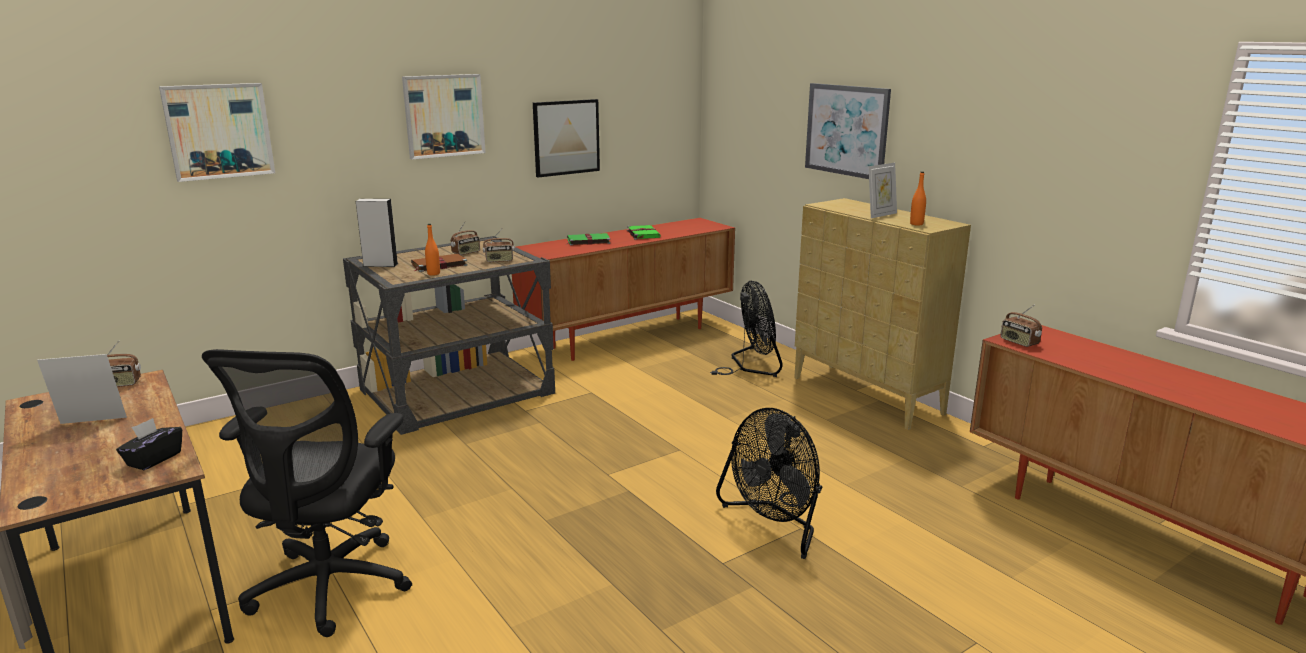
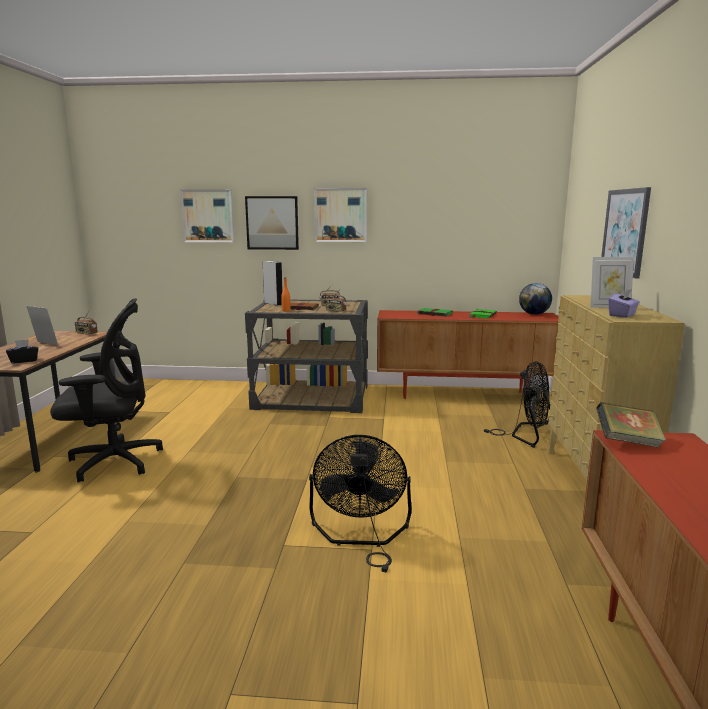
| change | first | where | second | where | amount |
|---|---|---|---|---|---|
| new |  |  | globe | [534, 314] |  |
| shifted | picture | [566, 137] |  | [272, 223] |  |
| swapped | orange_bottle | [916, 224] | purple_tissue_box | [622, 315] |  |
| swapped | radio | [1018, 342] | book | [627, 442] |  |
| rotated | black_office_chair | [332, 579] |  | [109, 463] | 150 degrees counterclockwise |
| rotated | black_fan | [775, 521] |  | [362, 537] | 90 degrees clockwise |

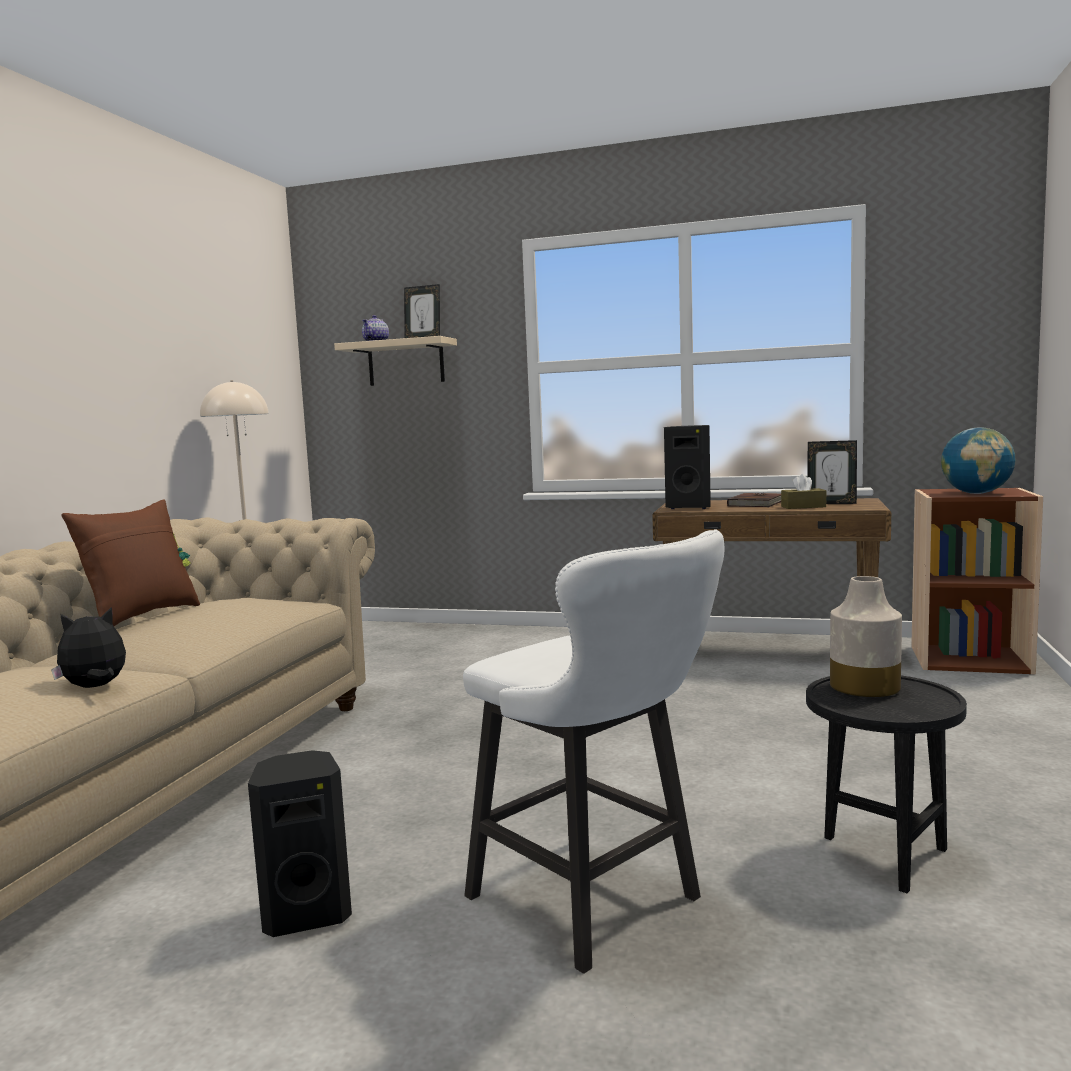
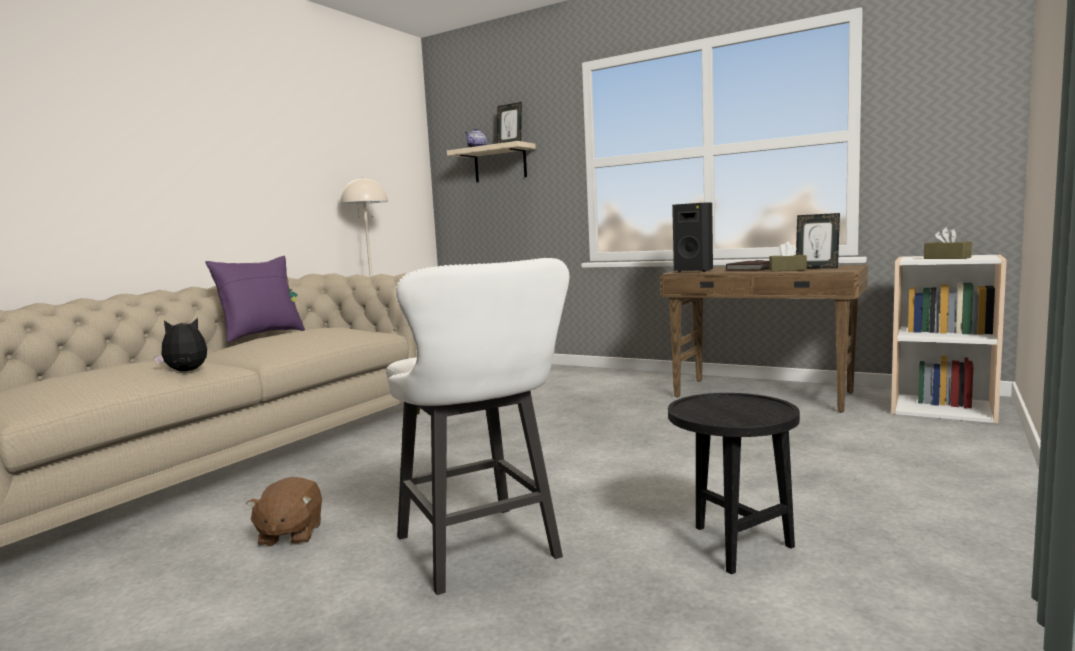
| change | first | where | second | where | amount |
|---|---|---|---|---|---|
| gone | beige_vase | [865, 686] |  |  |  |
| swapped | black_speaker | [307, 913] | brown_plush_toy | [290, 535] |  |
| swapped | globe | [976, 493] | brown_tissue_box | [947, 258] |  |
| repainted | brown_pillow | [141, 617] | purple_pillow | [261, 335] |  |
| repainted | brown_bookcase | [971, 659] | white_bookcase | [944, 408] |  |

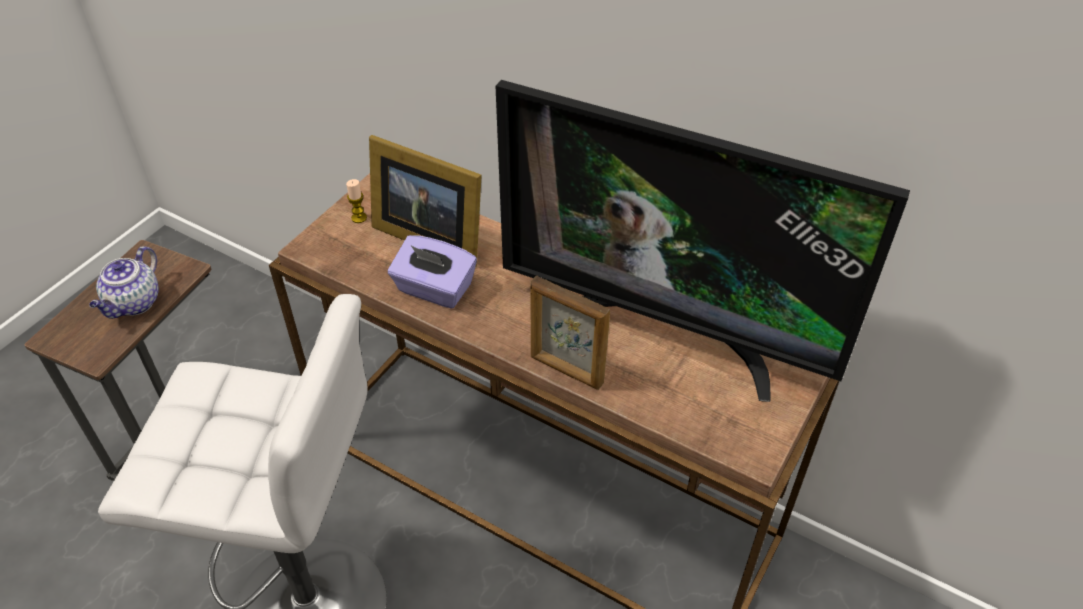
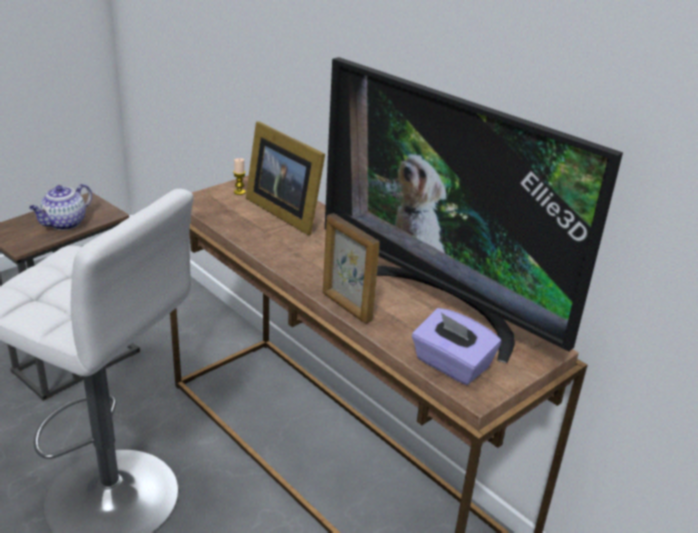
| change | first | where | second | where | amount |
|---|---|---|---|---|---|
| shifted | purple_tissue_box | [434, 289] |  | [451, 365] |  |

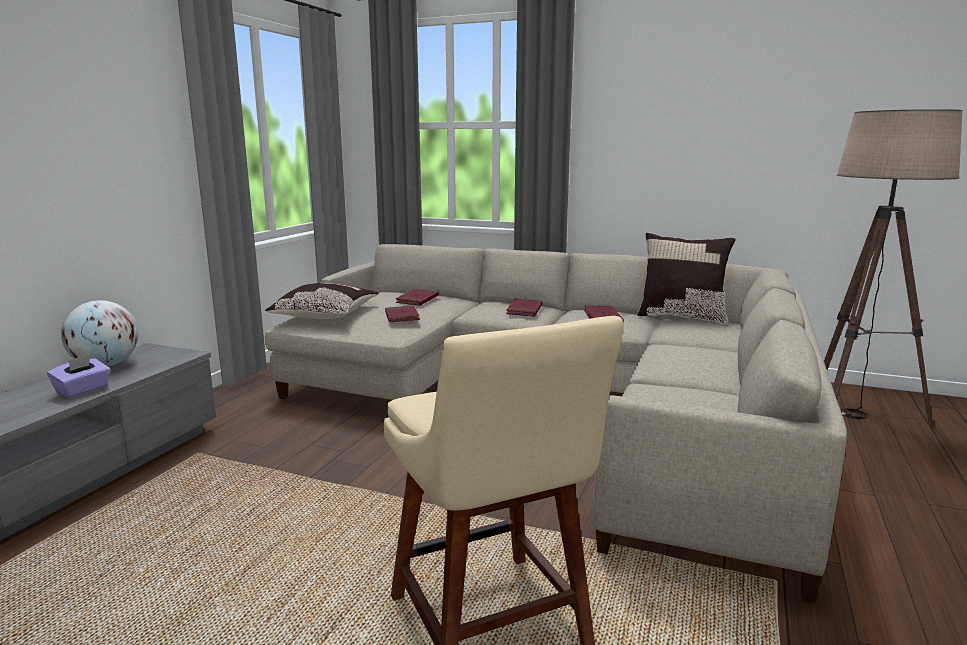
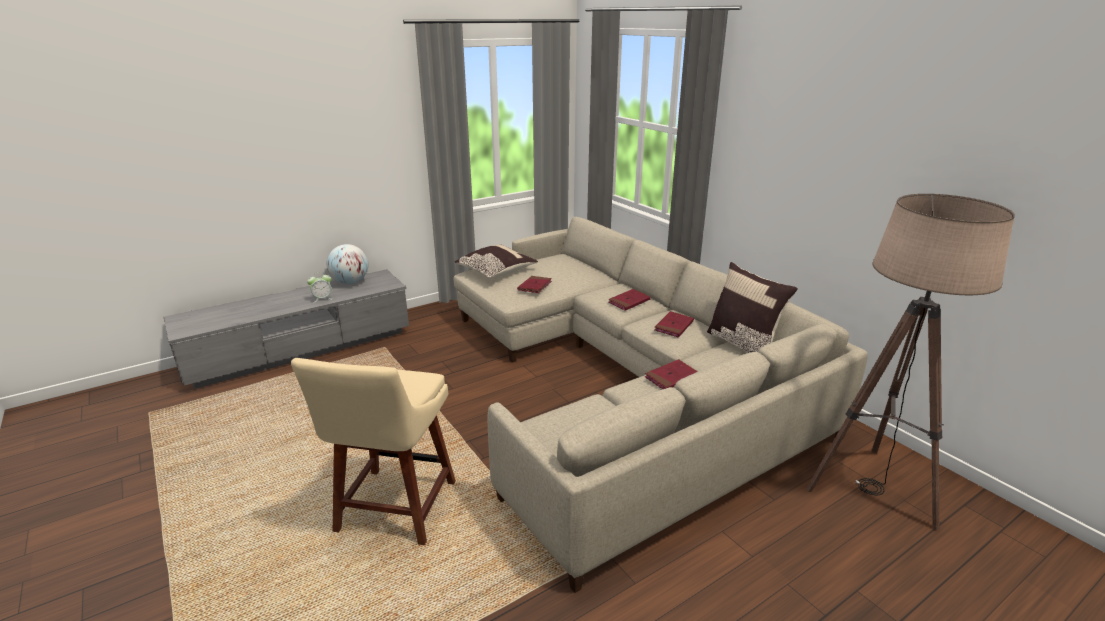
| change | first | where | second | where | amount |
|---|---|---|---|---|---|
| shifted | red_book | [417, 300] |  | [671, 377] |  |
| swapped | purple_tissue_box | [83, 390] | alarm_clock | [322, 298] |  |

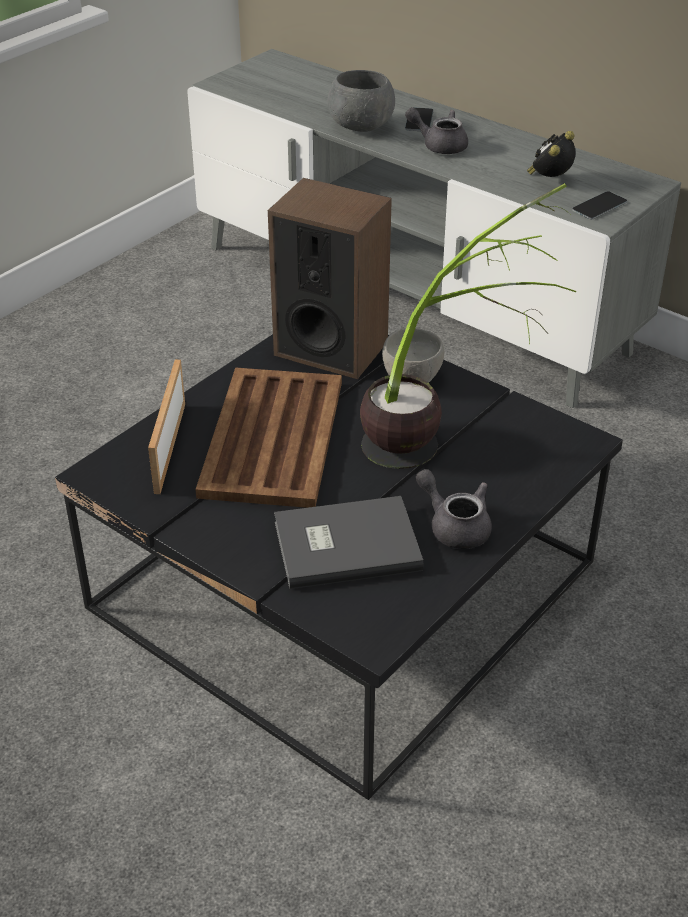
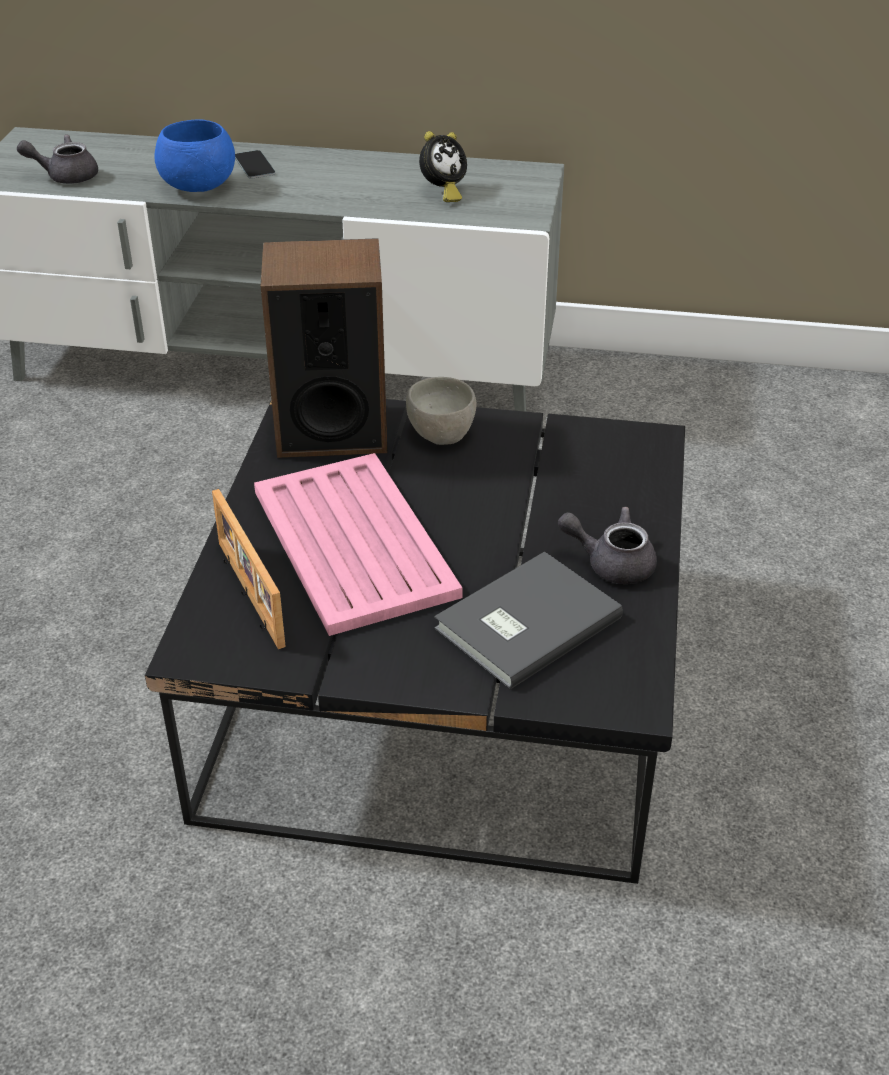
| change | first | where | second | where | amount |
|---|---|---|---|---|---|
| gone | potted_plant | [445, 438] |  |  |  |
| gone | phone | [599, 206] |  |  |  |
| shifted | grey_teapot | [439, 145] |  | [65, 176] |  |
| repainted | brown_tray | [274, 436] | pink_tray | [353, 541] |  |
| repainted | grey_bowl | [361, 128] | blue_bowl | [199, 188] |  |
| rotated | alarm_clock | [549, 180] |  | [442, 193] | 135 degrees counterclockwise |

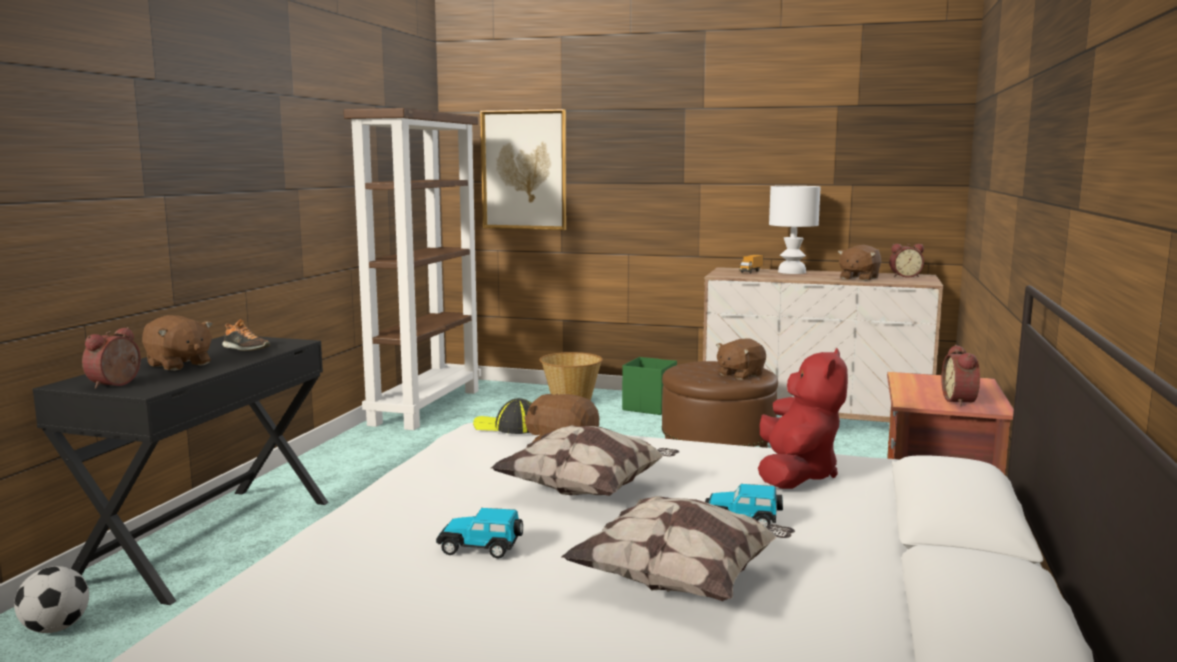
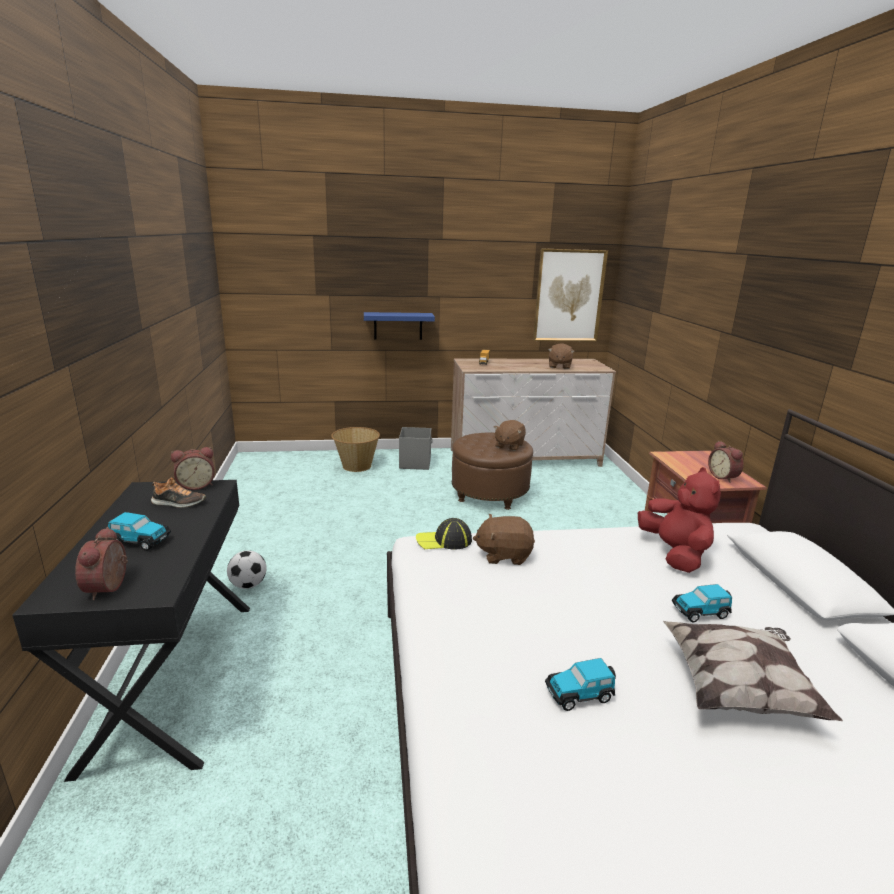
| change | first | where | second | where | amount |
|---|---|---|---|---|---|
| gone | brown_bookcase | [425, 406] |  |  |  |
| gone | pillow | [588, 490] |  |  |  |
| gone | white_table_lamp | [791, 272] |  |  |  |
| new |  |  | blue_shelf | [398, 326] |  |
| shifted | football | [55, 628] |  | [248, 585] |  |
| shifted | picture | [524, 170] |  | [569, 296] |  |
| shifted | alarm_clock | [904, 276] |  | [196, 485] |  |
| swapped | brown_plush_toy | [178, 365] | toy_car | [139, 541] |  |
| repainted | green_storage_box | [650, 407] | grey_storage_box | [415, 463] |  |

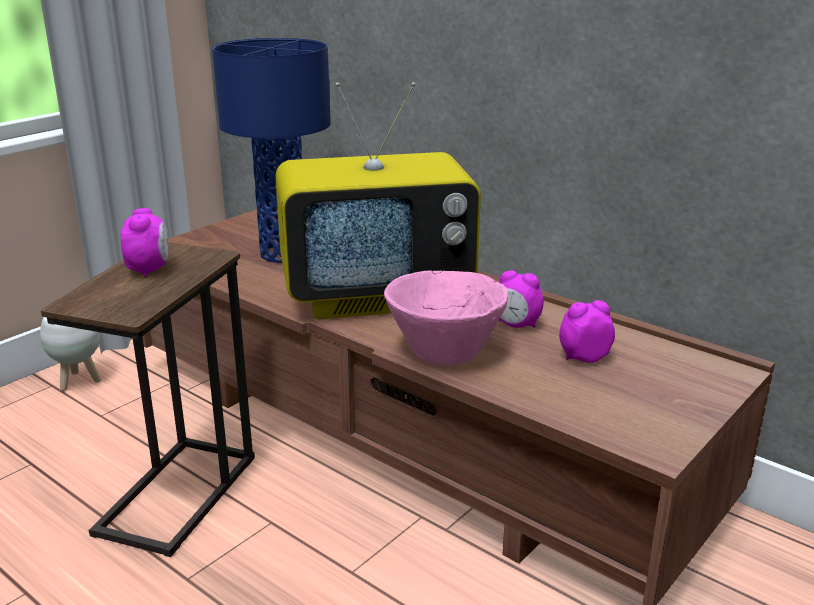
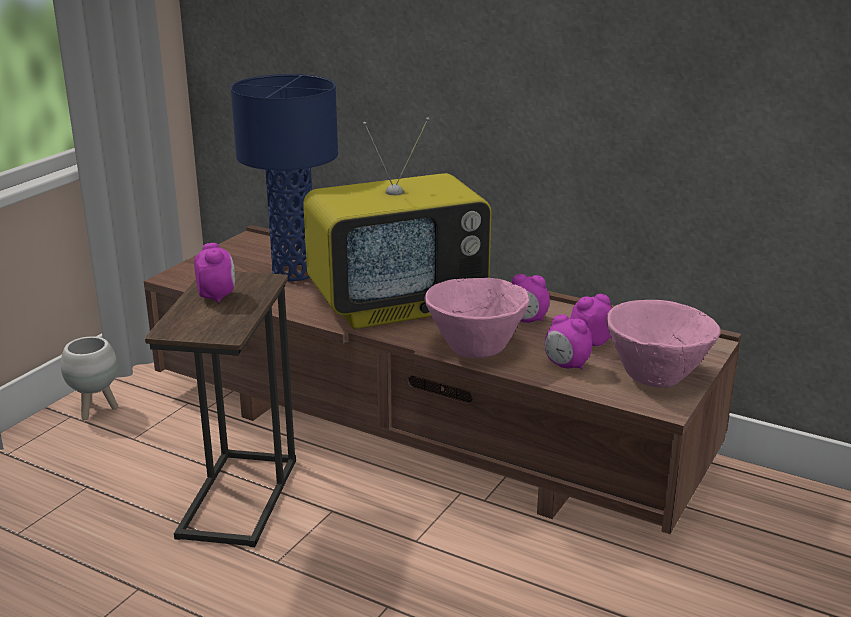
| change | first | where | second | where | amount |
|---|---|---|---|---|---|
| new |  |  | alarm_clock | [566, 365] |  |
| new |  |  | pink_bowl | [657, 377] |  |

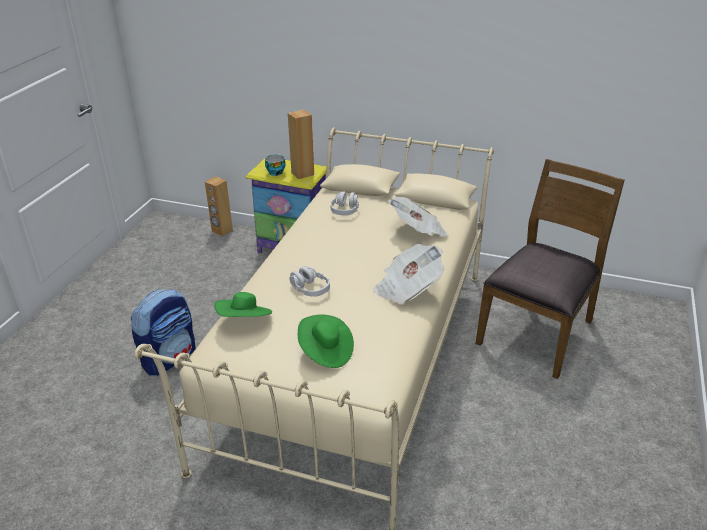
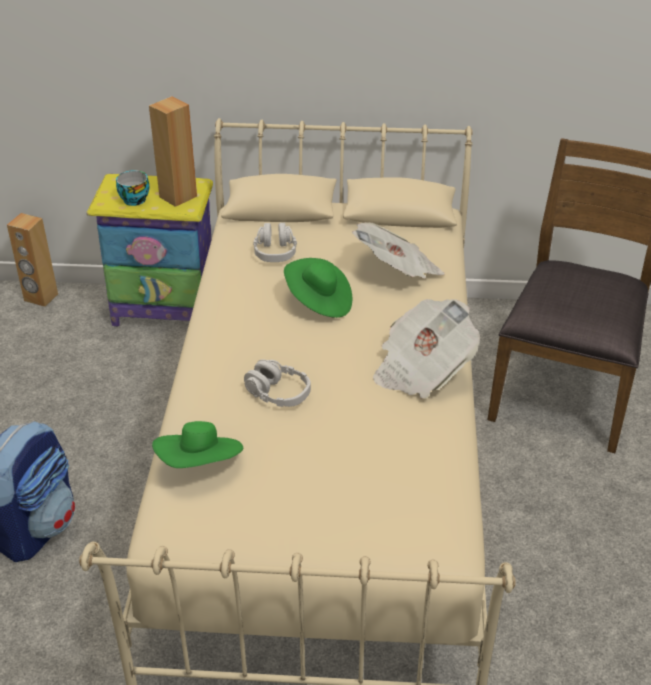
| change | first | where | second | where | amount |
|---|---|---|---|---|---|
| shifted | green_hat | [325, 352] |  | [319, 302] |  |

